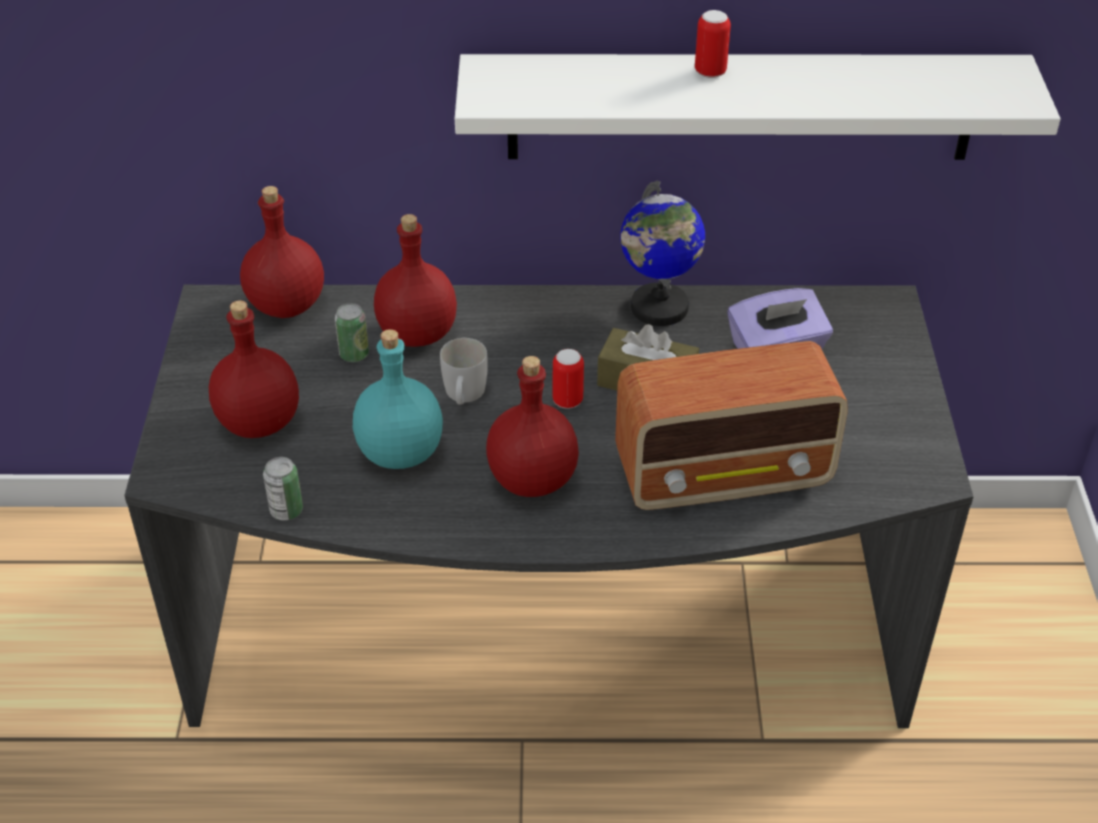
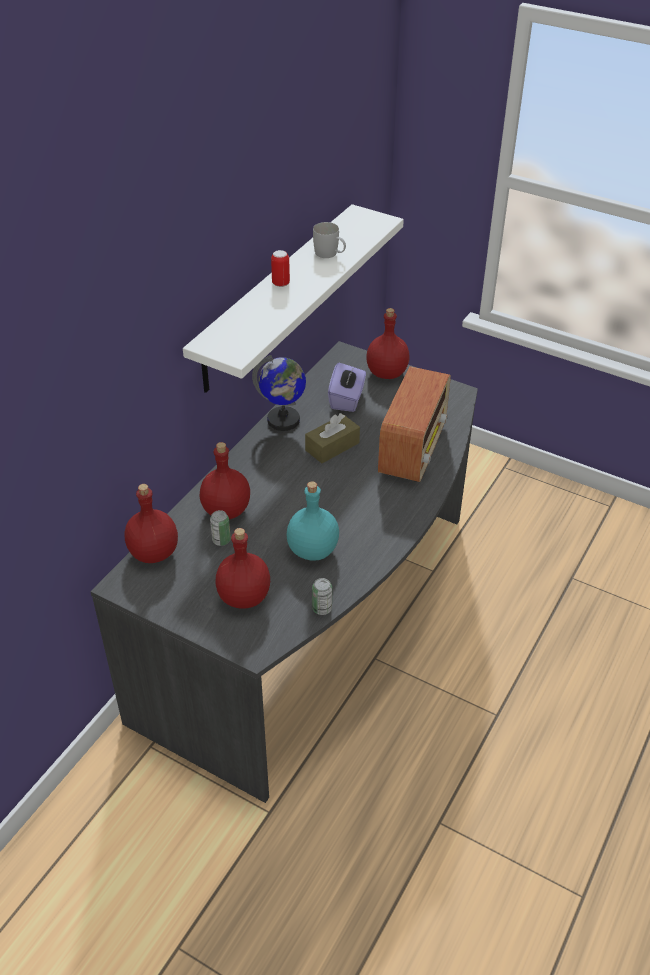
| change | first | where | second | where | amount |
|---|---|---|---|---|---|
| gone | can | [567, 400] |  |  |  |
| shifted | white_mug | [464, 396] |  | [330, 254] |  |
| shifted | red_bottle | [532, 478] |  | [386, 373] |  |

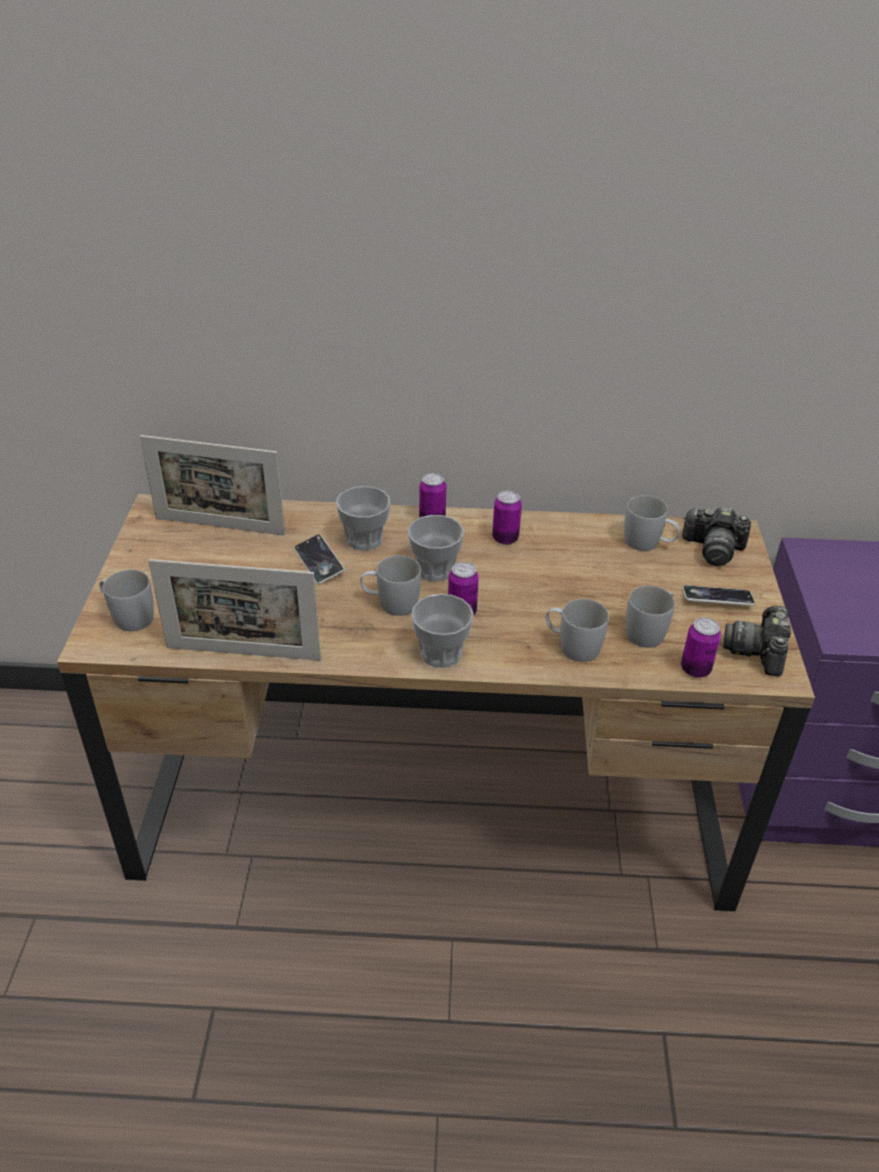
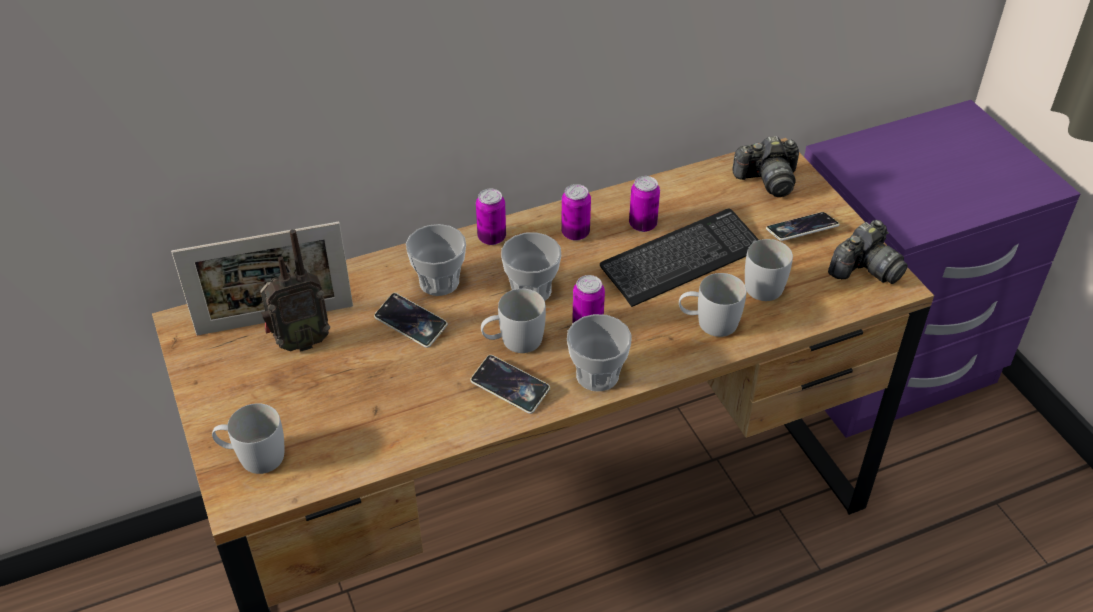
| change | first | where | second | where | amount |
|---|---|---|---|---|---|
| gone | picture_frame | [243, 653] |  |  |  |
| gone | white_mug | [648, 543] |  |  |  |
| new |  |  | radio | [299, 342] |  |
| new |  |  | phone | [510, 387] |  |
| new |  |  | keyboard | [681, 260] |  |
| shifted | can | [695, 669] |  | [642, 225] |  |
| rotated | photo_camera | [758, 651] |  | [865, 269] | 120 degrees counterclockwise |

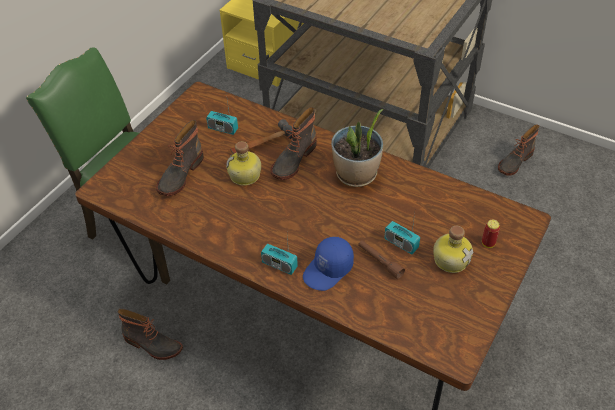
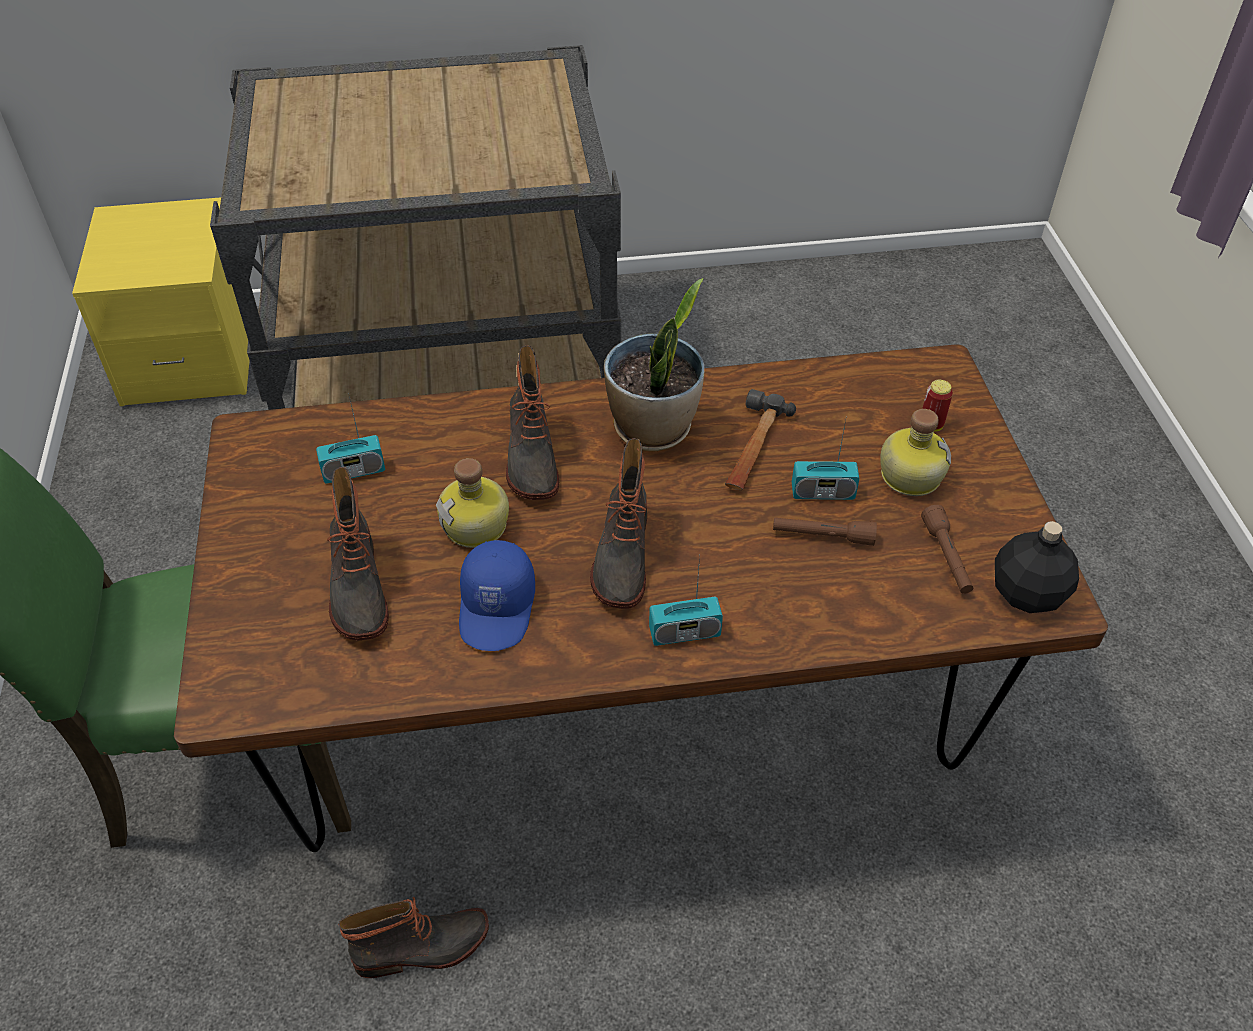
| change | first | where | second | where | amount |
|---|---|---|---|---|---|
| new |  |  | brown_flashlight | [946, 557] |  |
| new |  |  | black_bottle | [1027, 595] |  |
| shifted | hammer | [262, 143] |  | [752, 447] |  |
| shifted | blue_cap | [328, 270] |  | [498, 608] |  |
| shifted | boot | [514, 162] |  | [621, 557] |  |

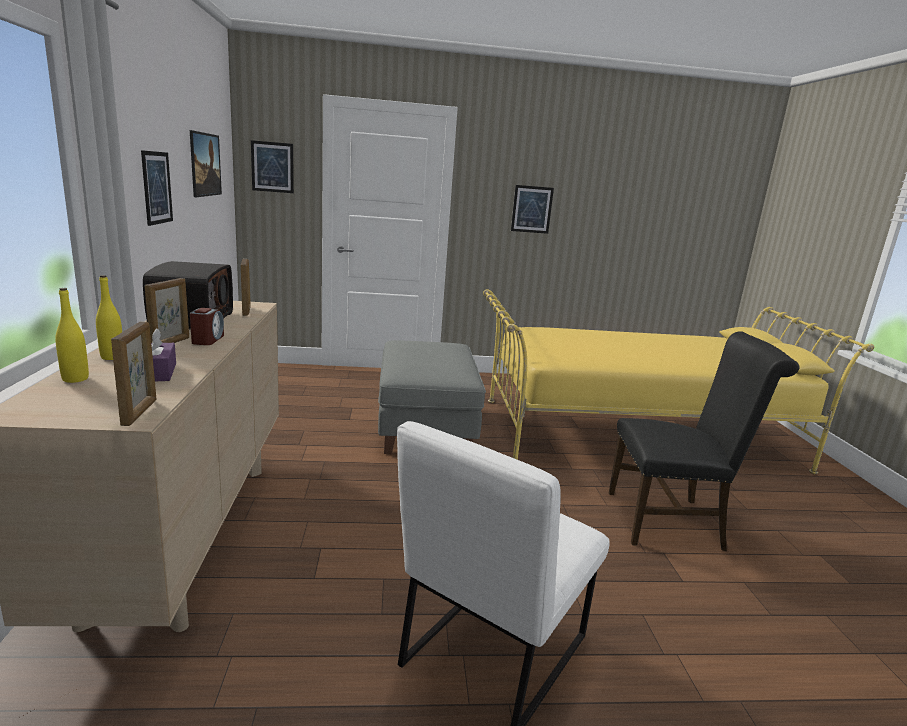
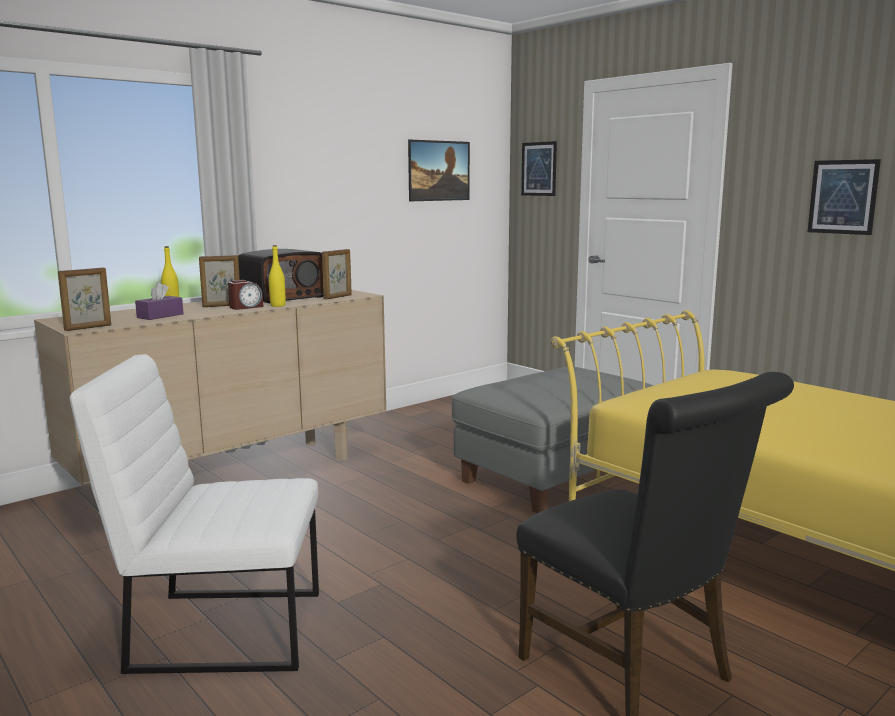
| change | first | where | second | where | amount |
|---|---|---|---|---|---|
| gone | picture | [157, 187] |  |  |  |
| shifted | yellow_bottle | [75, 379] |  | [278, 305] |  |

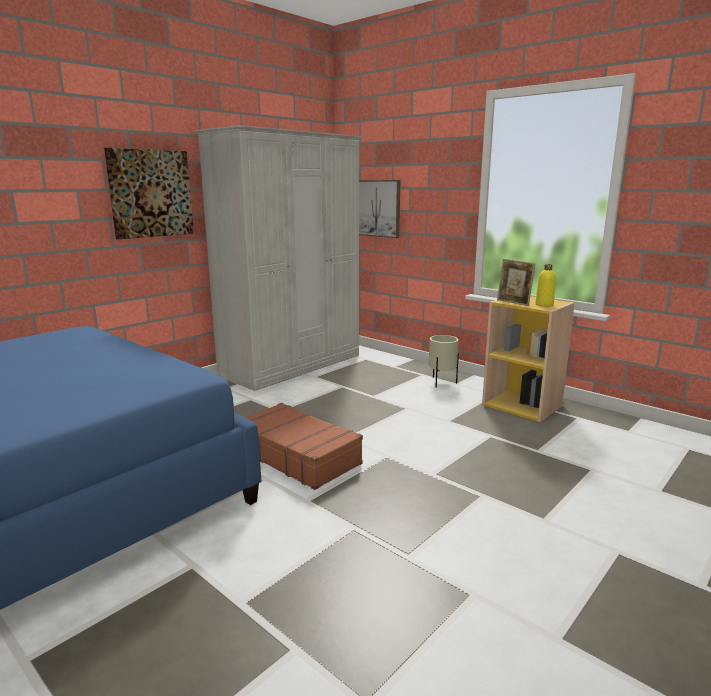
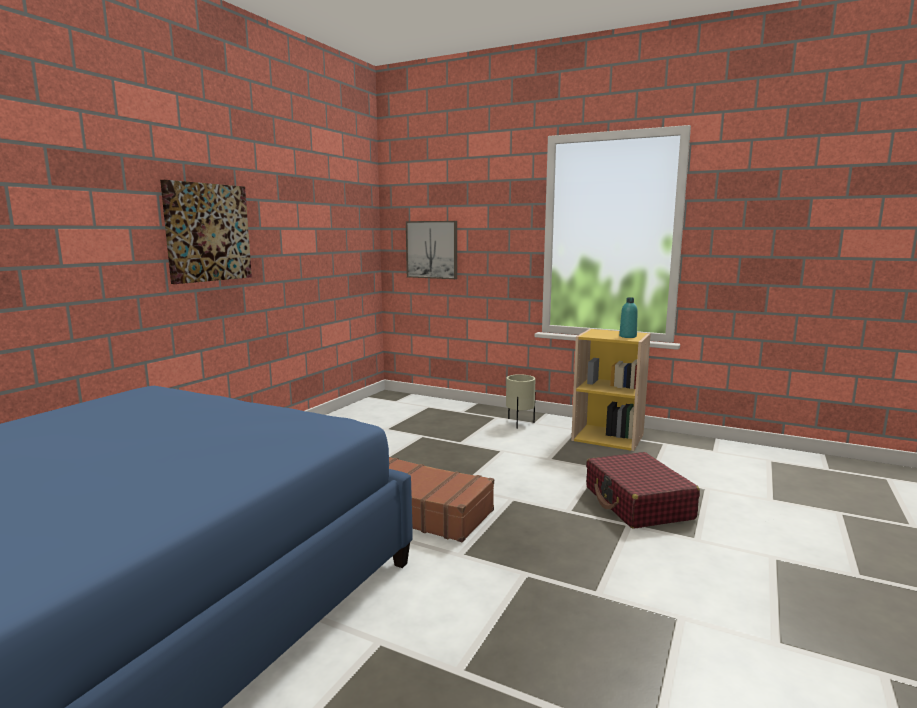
| change | first | where | second | where | amount |
|---|---|---|---|---|---|
| gone | white_wardrobe | [293, 365] |  |  |  |
| gone | picture_frame | [513, 303] |  |  |  |
| new |  |  | red_suitcase | [638, 503] |  |
| repainted | yellow_bottle | [544, 305] | turquoise_bottle | [627, 336] |  |

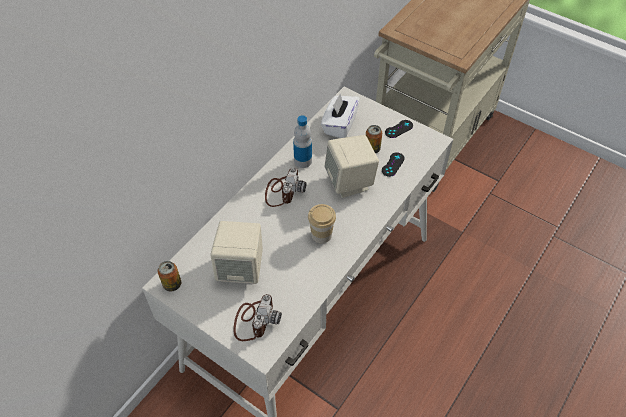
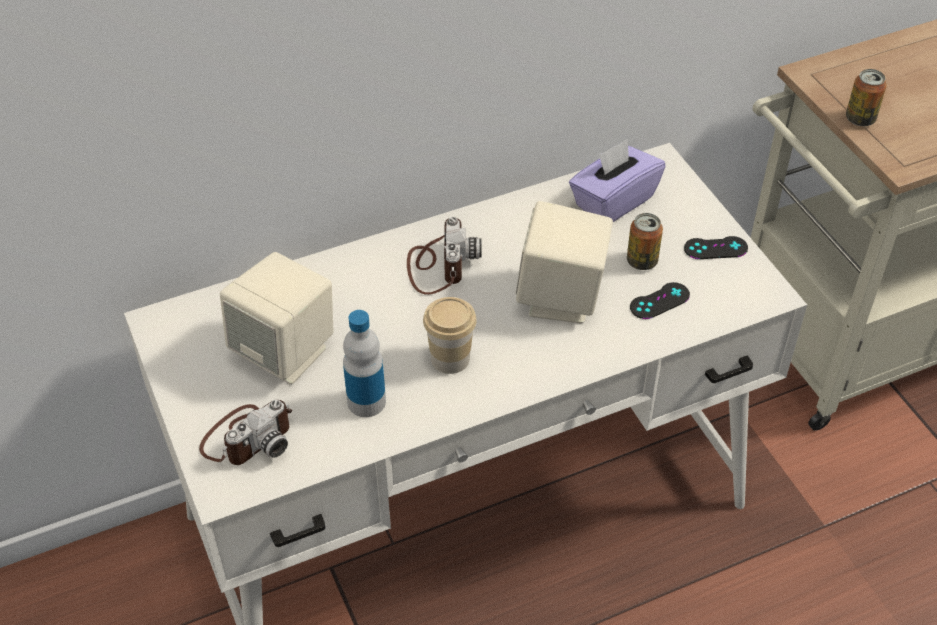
| change | first | where | second | where | amount |
|---|---|---|---|---|---|
| shifted | can | [172, 284] |  | [860, 119] |  |
| shifted | bottle | [303, 161] |  | [366, 402] |  |
| repainted | white_tissue_box | [339, 125] | purple_tissue_box | [613, 201] |  |
| rotated | photo_camera | [283, 191] |  | [439, 265] | 45 degrees counterclockwise |

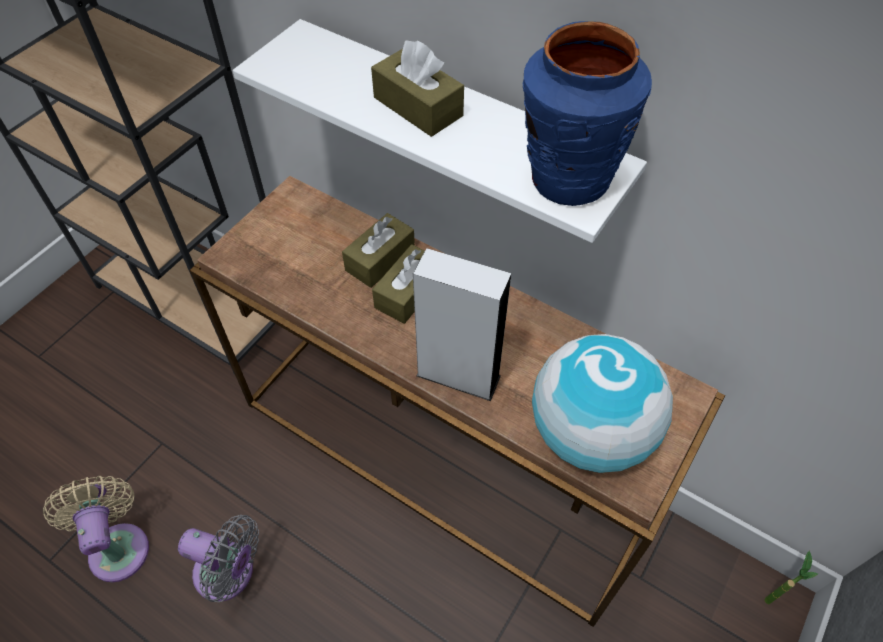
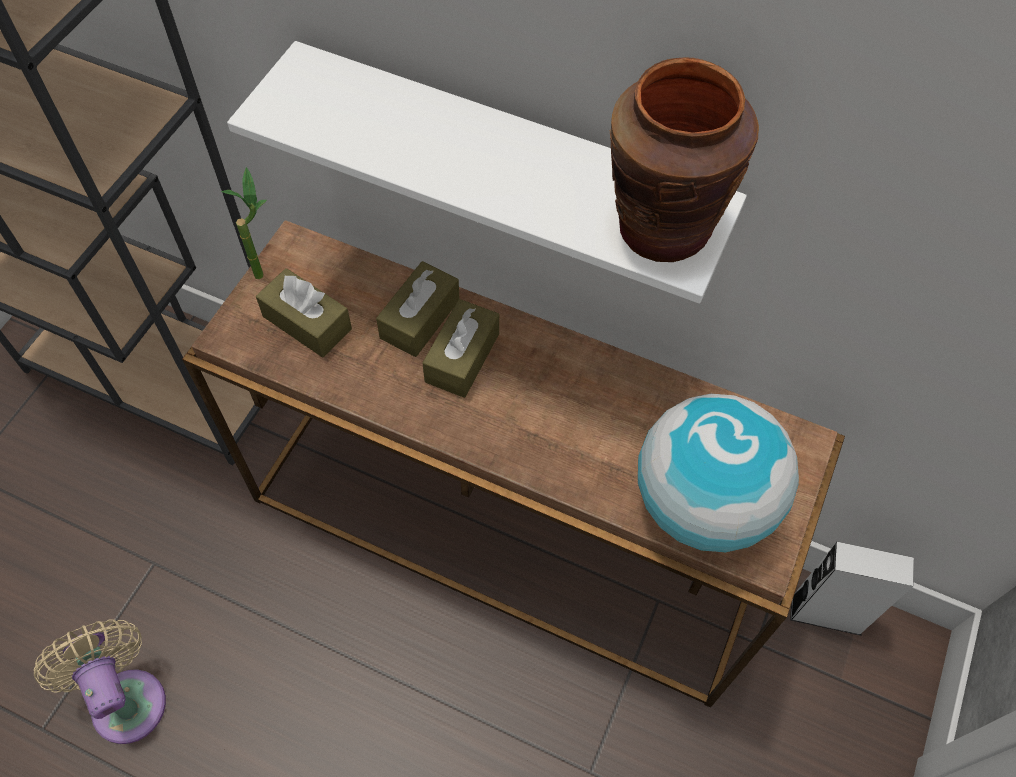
| change | first | where | second | where | amount |
|---|---|---|---|---|---|
| gone | grey_fan | [229, 574] |  |  |  |
| shifted | brown_tissue_box | [418, 107] |  | [307, 322] |  |
| shifted | grey_speaker | [458, 375] |  | [826, 614] |  |
| shifted | potted_plant | [771, 595] |  | [265, 268] |  |
| repainted | blue_vase | [568, 179] | brown_vase | [661, 228] |  |

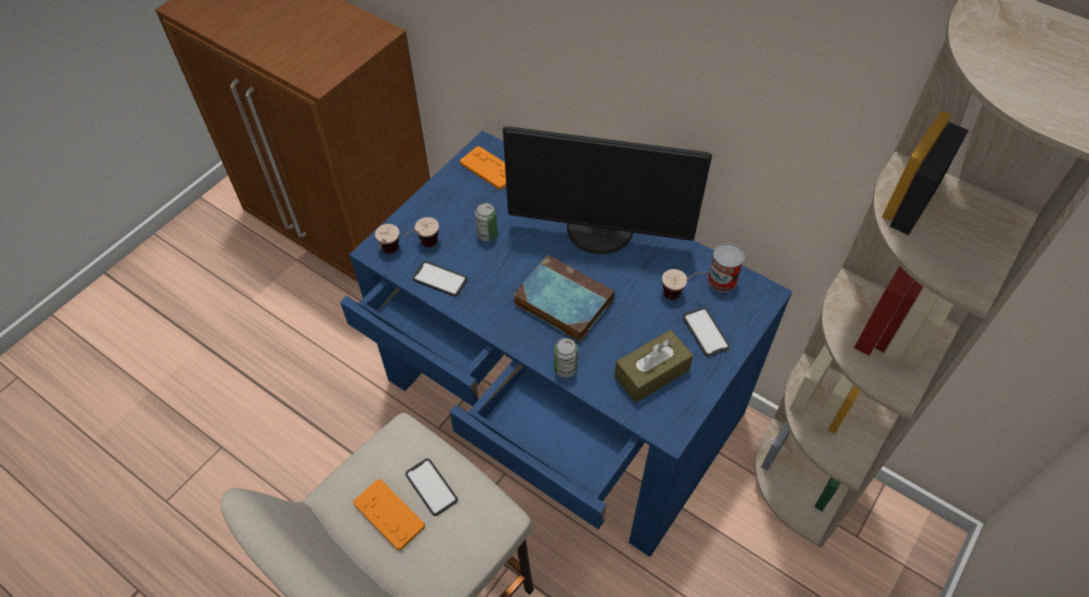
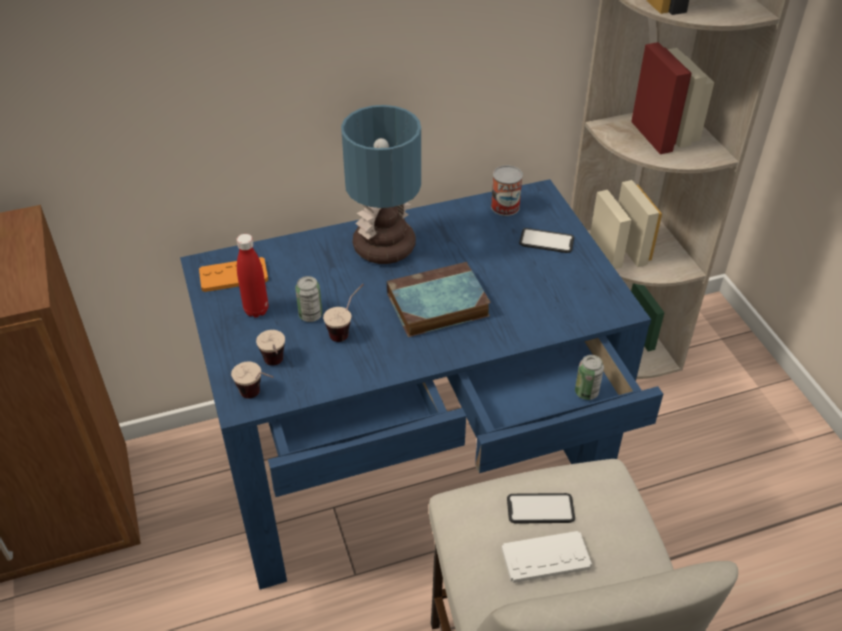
| change | first | where | second | where | amount |
|---|---|---|---|---|---|
| gone | phone | [440, 279] |  |  |  |
| gone | brown_tissue_box | [651, 373] |  |  |  |
| new |  |  | red_bottle | [256, 310] |  |
| shifted | can | [565, 369] |  | [586, 392] |  |
| shifted | cup | [682, 294] |  | [347, 329] |  |
| swapped | monitor | [599, 231] | table_lamp | [385, 245] |  |
| repainted | orange_game_controller | [389, 514] | white_game_controller | [545, 558] |  |

